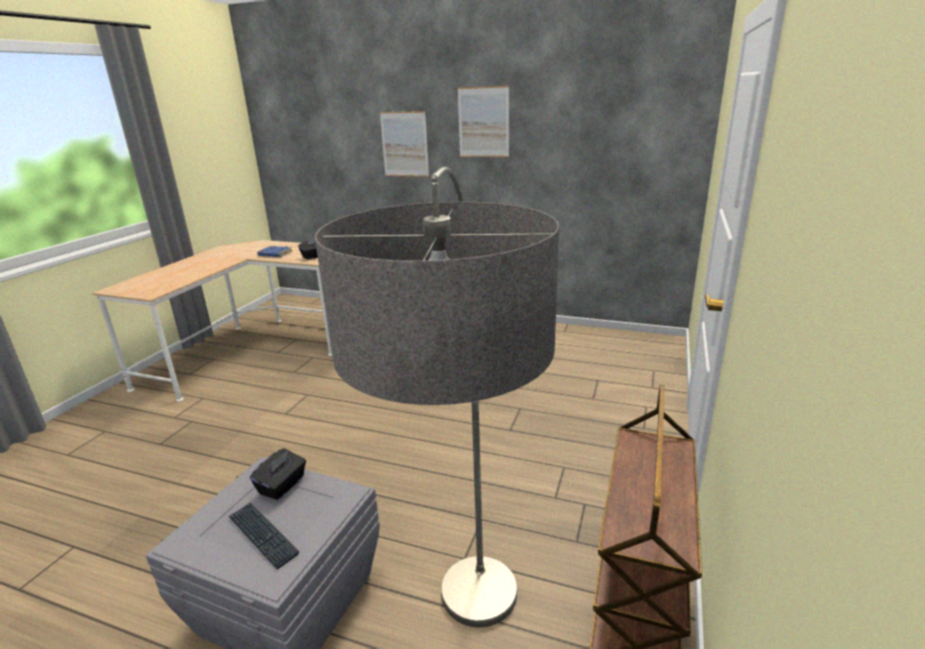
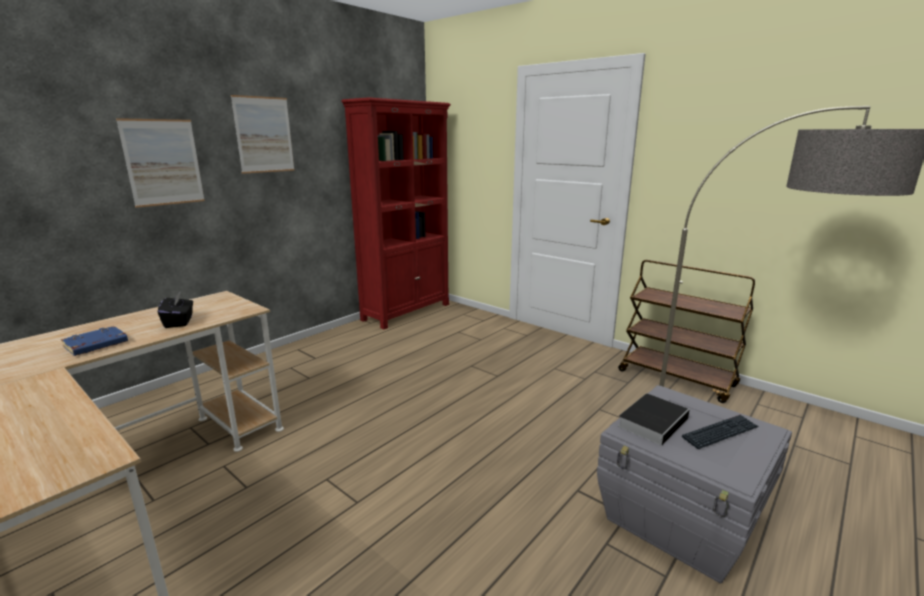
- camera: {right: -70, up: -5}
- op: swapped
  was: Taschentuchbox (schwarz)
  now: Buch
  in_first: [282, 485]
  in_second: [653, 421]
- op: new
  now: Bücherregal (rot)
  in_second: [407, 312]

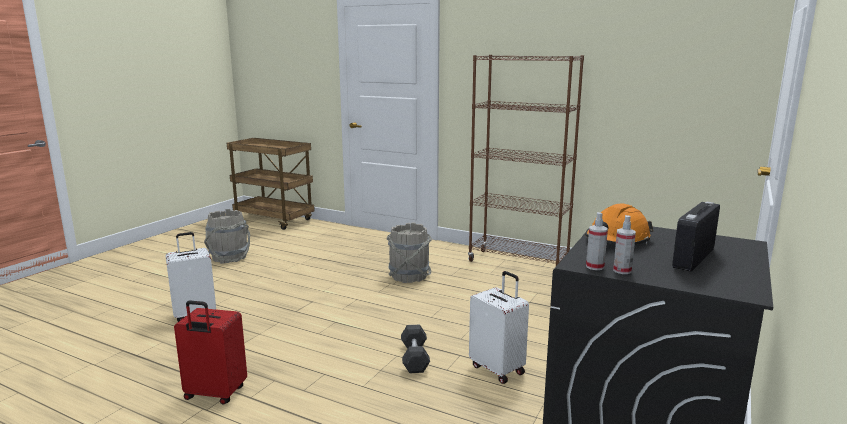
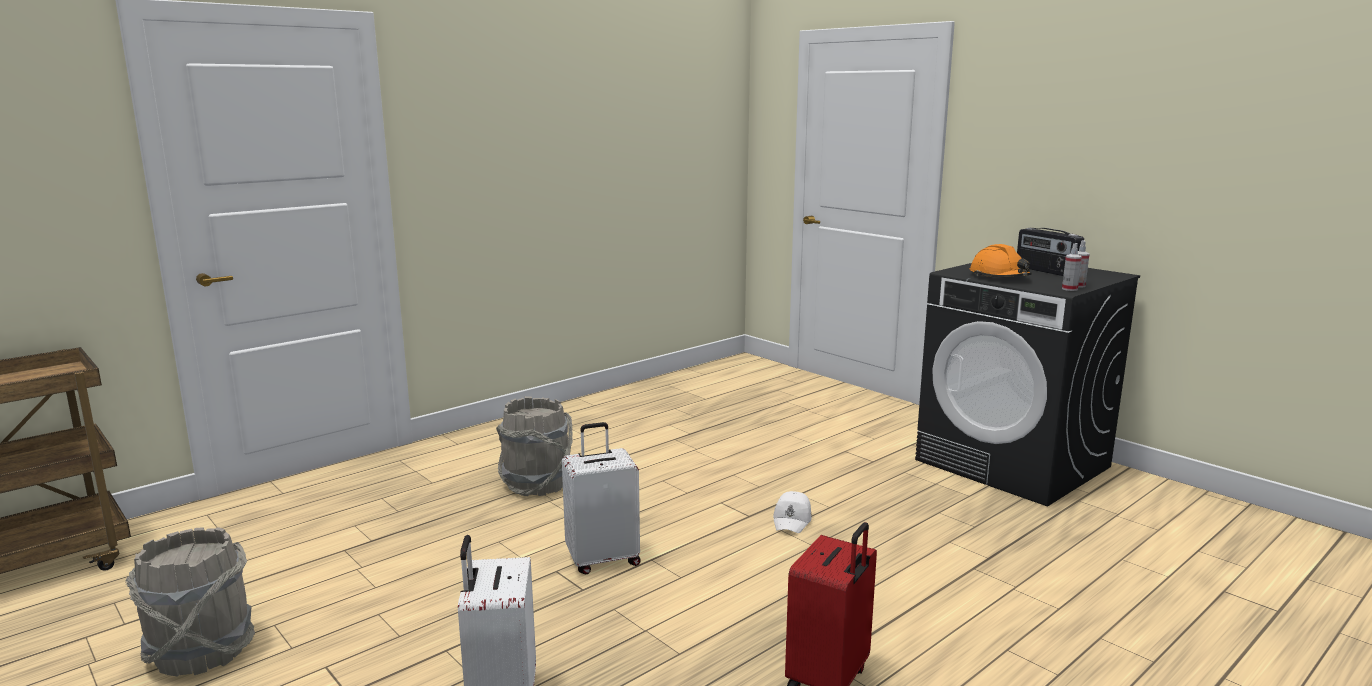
- camera: {right: -70, up: 0}
- op: gone
  was: Bücherregal (braun)
  in_first: [518, 263]
- op: shifted
  was: Koffer (weiß)
  in_first: [498, 369]
  in_second: [603, 559]
- op: swapped
  was: Hantel (grau)
  now: Kappe (weiß)
  in_first: [414, 358]
  in_second: [793, 520]

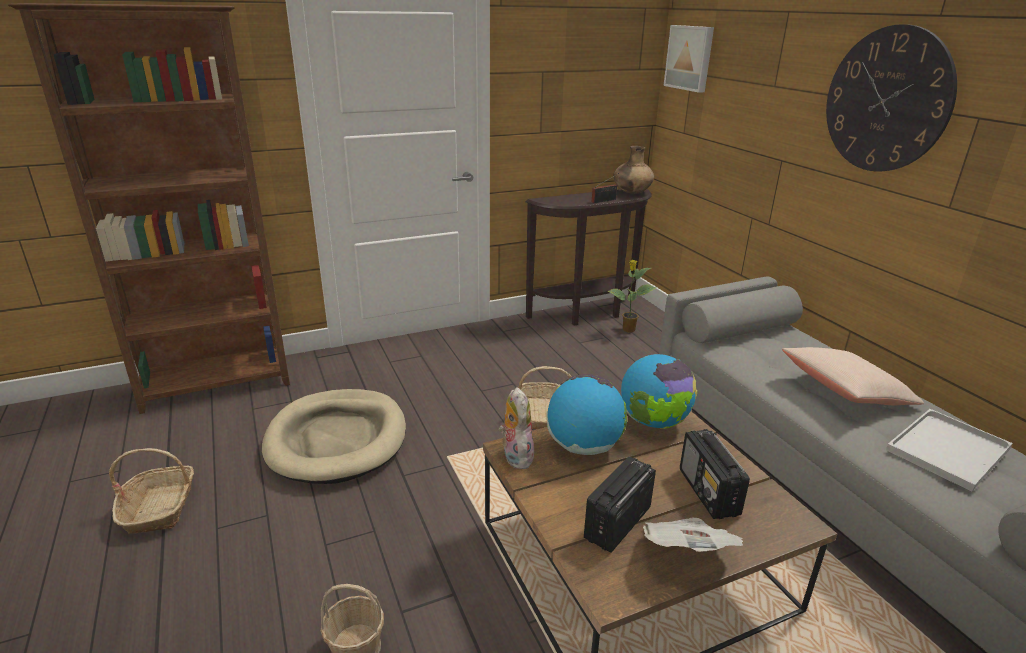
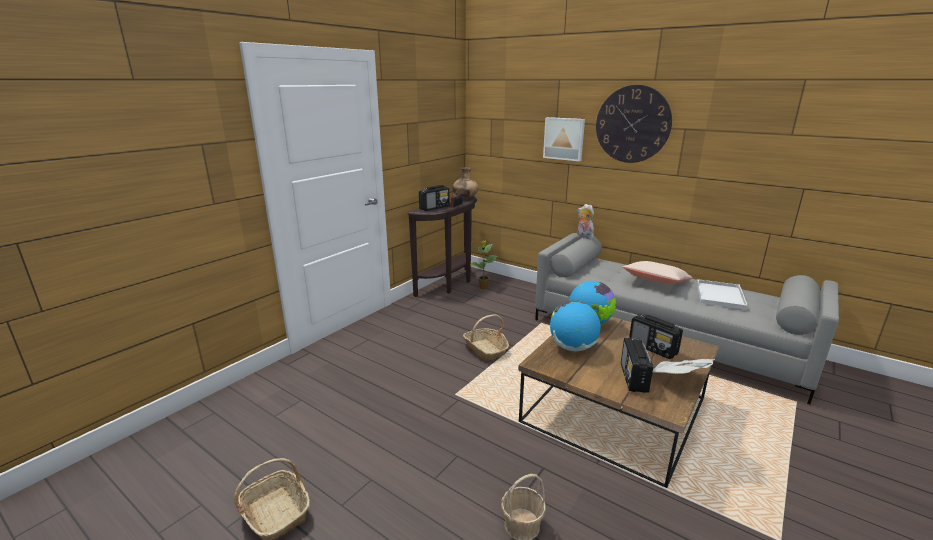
- camera: {right: -30, up: -5}
- op: gone
  was: Bücherregal (braun)
  in_first: [218, 385]
- op: shifted
  was: Bild
  in_first: [690, 58]
  in_second: [564, 138]
- op: shifted
  was: Plüschtier
  in_first: [515, 456]
  in_second: [583, 237]
- op: gone
  was: Hundebett (beige)
  in_first: [337, 439]
- op: new
  now: Radio
  in_second: [434, 207]

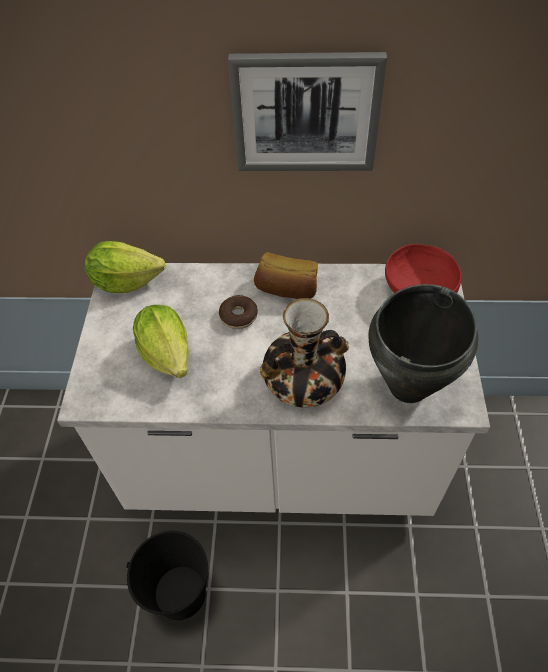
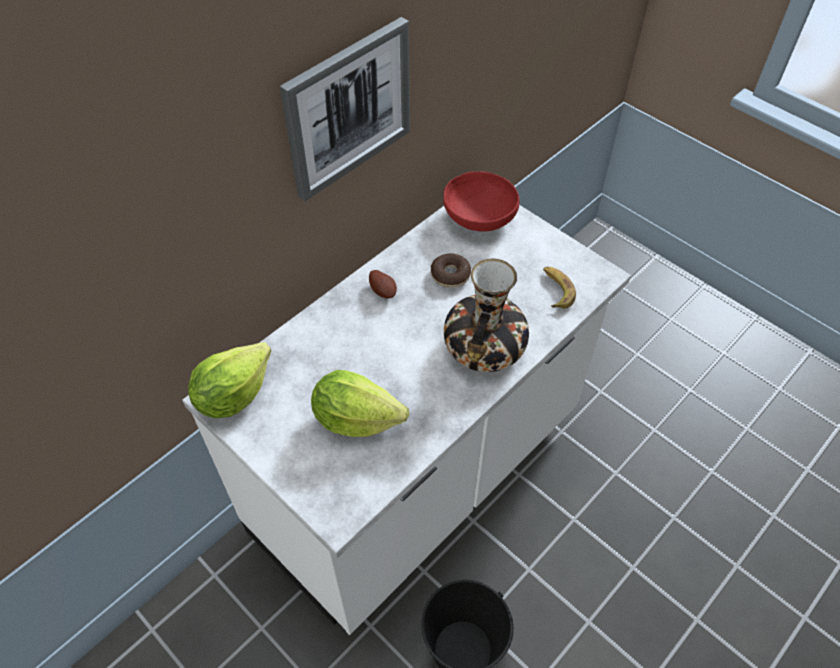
- camera: {right: -50, up: 0}
- op: swapped
  was: Brot
  now: Kartoffel
  in_first: [287, 289]
  in_second: [383, 291]
- op: swapped
  was: Kochtopf (schwarz)
  now: Banane
  in_first: [409, 386]
  in_second: [556, 290]
- op: shifted
  was: Donut
  in_first: [238, 316]
  in_second: [450, 275]

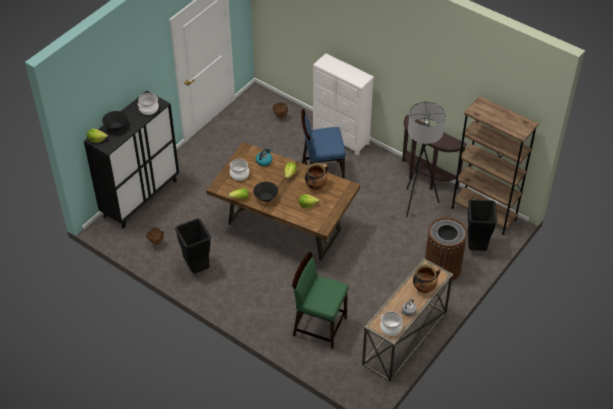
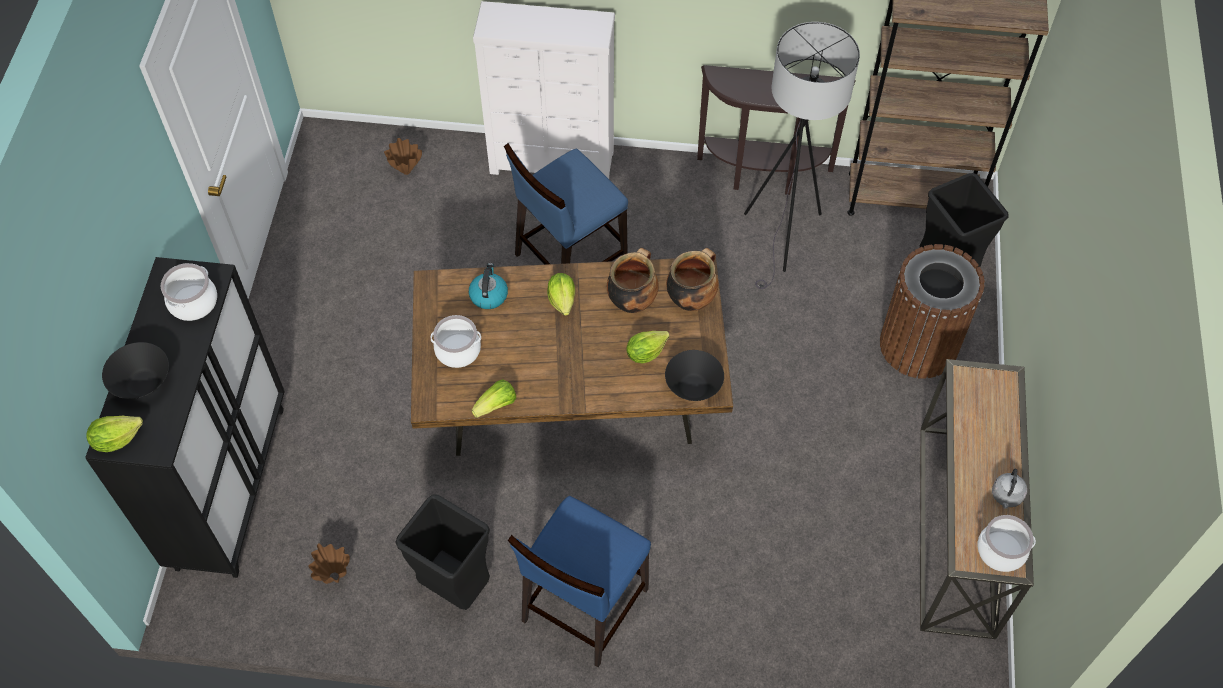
- camera: {right: -30, up: 10}
- op: shifted
  was: Schüssel (schwarz)
  in_first: [266, 197]
  in_second: [693, 387]
- op: gone
  was: Stuhl (grün)
  in_first: [319, 326]
- op: shifted
  was: Kochtopf
  in_first: [424, 288]
  in_second: [691, 298]
- op: new
  now: Stuhl (blau)
  in_second: [583, 605]

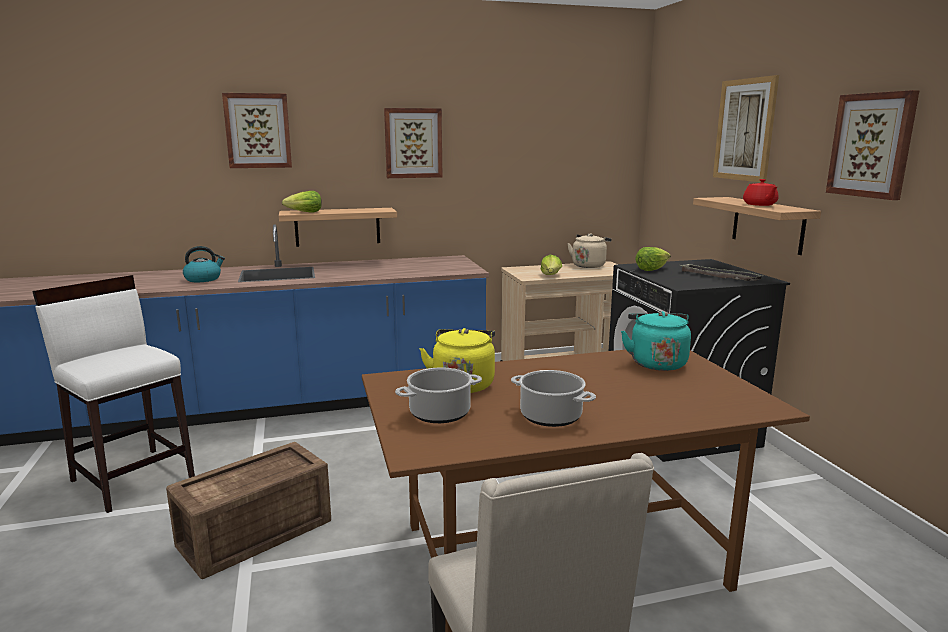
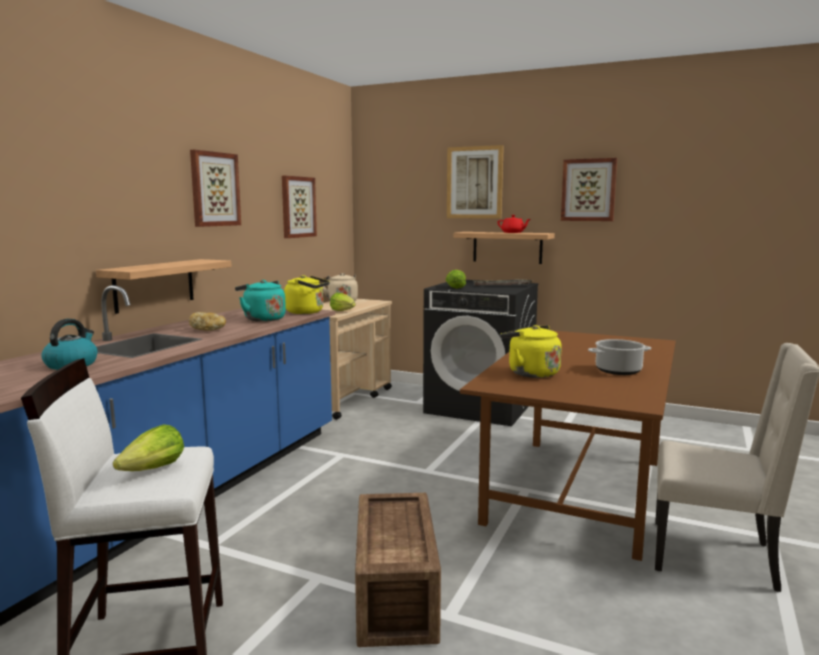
- camera: {right: -50, up: -5}
- op: shifted
  was: Bild
  in_first: [258, 131]
  in_second: [297, 207]
- op: shifted
  was: Salatkopf
  in_first: [304, 212]
  in_second: [154, 470]
- op: shifted
  was: Wasserkessel (türkis)
  in_first: [656, 362]
  in_second: [262, 319]
- op: gone
  was: Kochtopf
  in_first: [440, 413]
- op: new
  now: Wasserkessel (gelb)
  in_second: [307, 312]
- op: new
  now: Brot
  in_second: [208, 330]

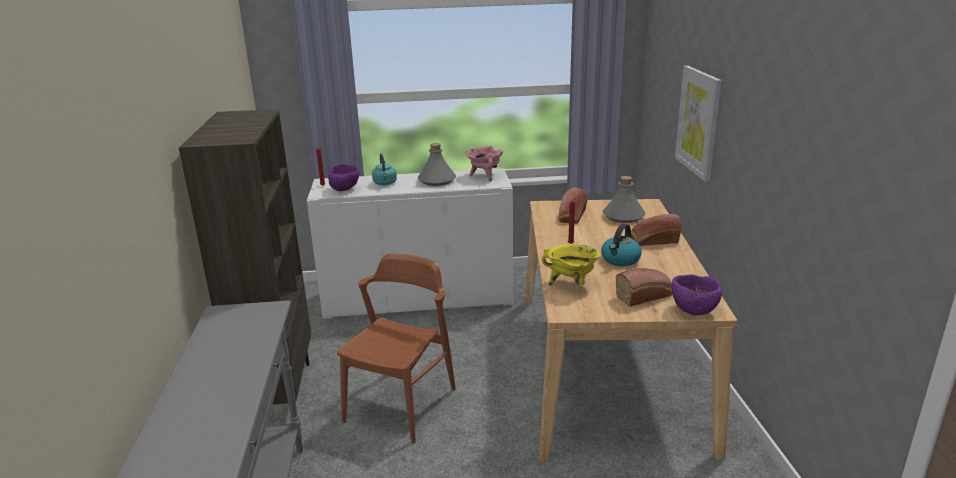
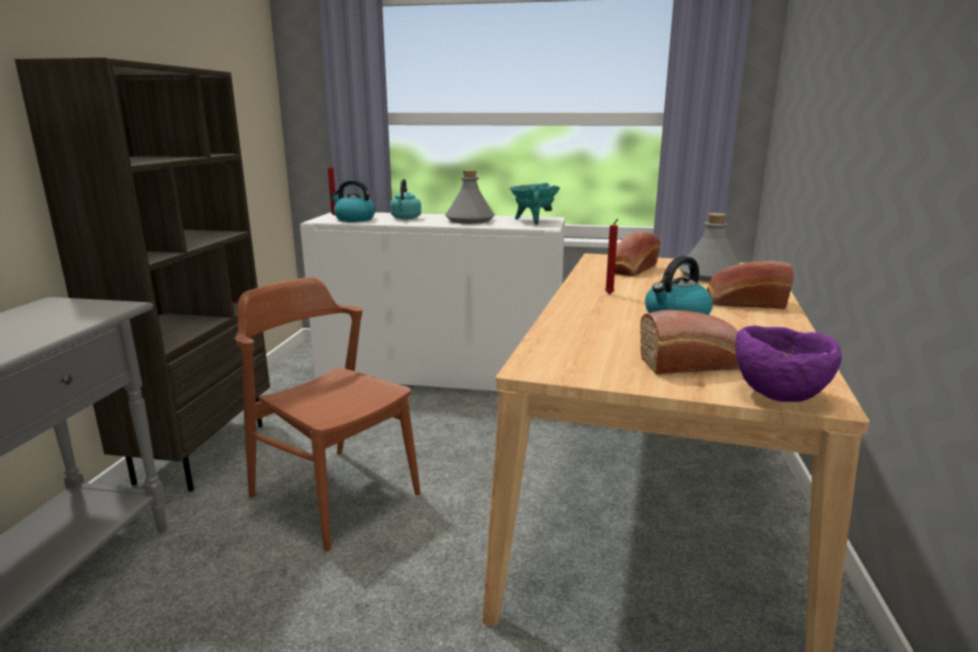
- camera: {right: 15, up: -5}
- op: gone
  was: Bild
  in_first: [698, 122]
- op: repainted
  was: Kochtopf (rosa)
  now: Kochtopf (türkis)
  in_first: [484, 176]
  in_second: [533, 221]
- op: swapped
  was: Schüssel (lila)
  now: Wasserkessel
  in_first: [345, 189]
  in_second: [354, 219]
- op: gone
  was: Kochtopf (gelb)
  in_first: [571, 285]
- op: rotated
  was: Stuhl (braun)
  in_first: [401, 404]
  in_second: [334, 494]
  clockwise: -90

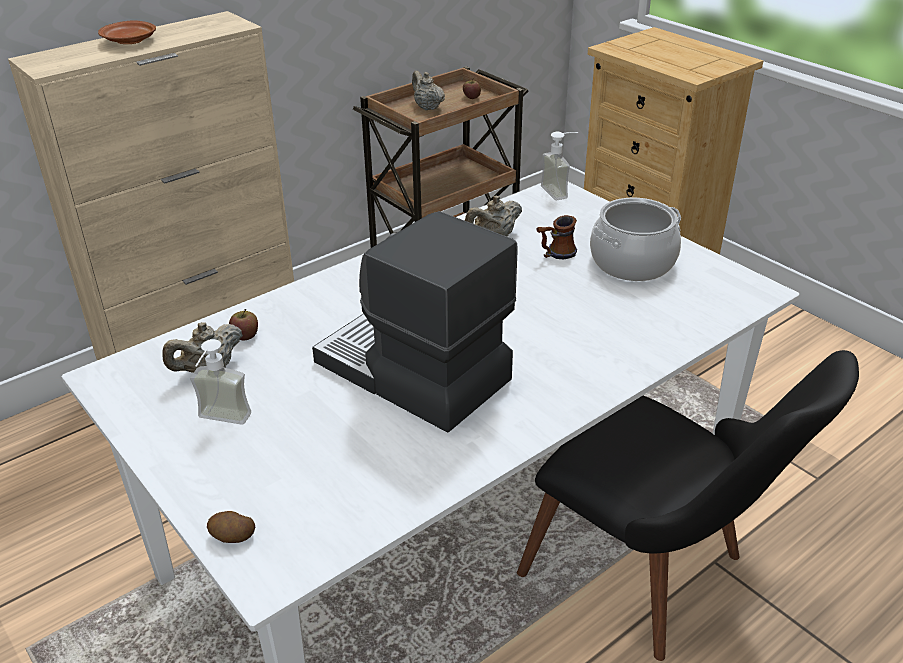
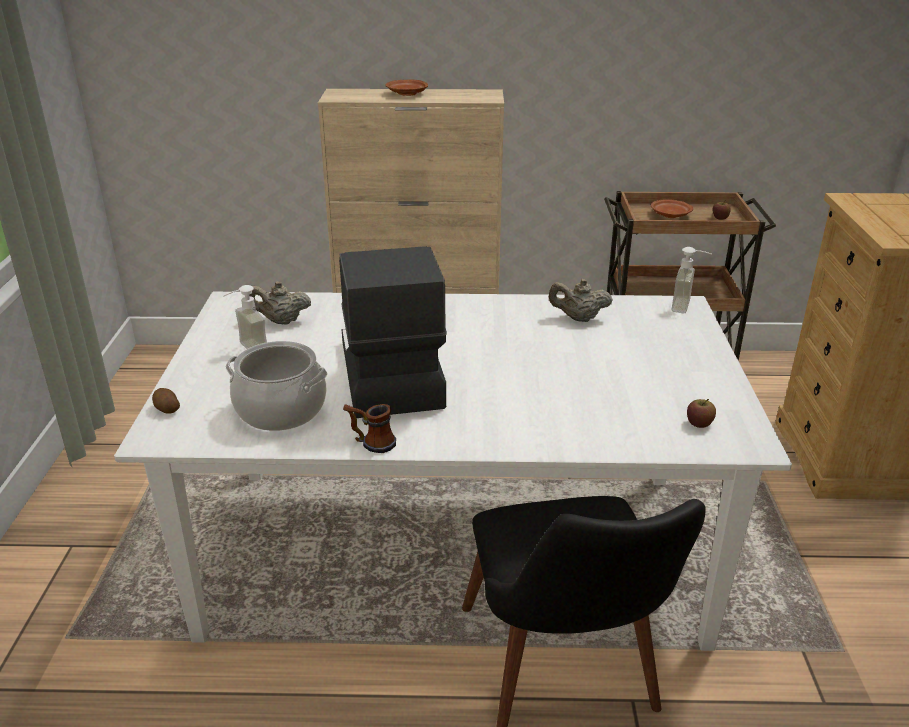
- camera: {right: 40, up: -5}
- op: swapped
  was: Teekanne (beige)
  now: Teller (braun)
  in_first: [427, 107]
  in_second: [670, 215]
- op: shifted
  was: Kochtopf
  in_first: [632, 262]
  in_second: [281, 409]
- op: shifted
  was: Henkelbecher
  in_first: [555, 254]
  in_second: [370, 443]
- op: shifted
  was: Apfel
  in_first: [245, 335]
  in_second: [699, 423]

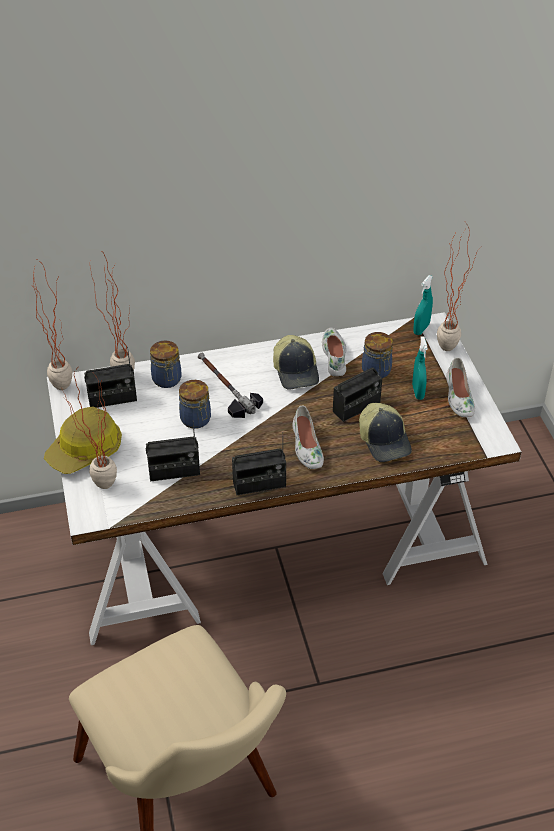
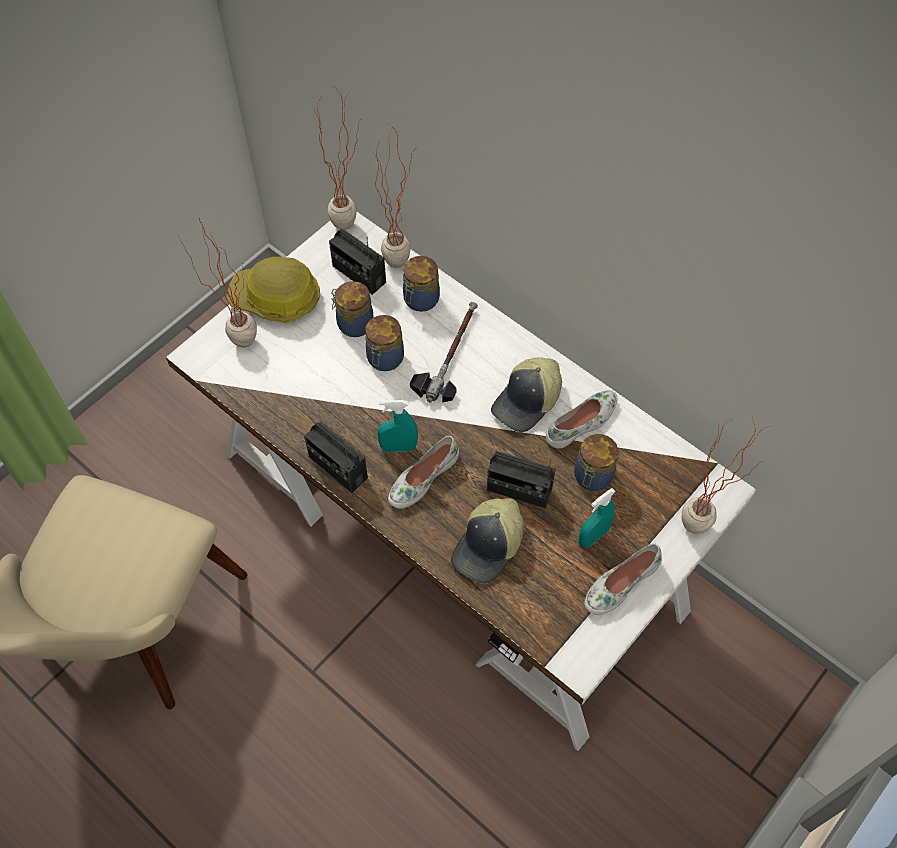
- camera: {right: 55, up: 15}
- op: shifted
  was: Sprühflasche (türkis)
  in_first: [421, 329]
  in_second: [398, 447]
- op: gone
  was: Radio
  in_first: [174, 471]
- op: new
  now: Vorratsglas
  in_second: [354, 323]

